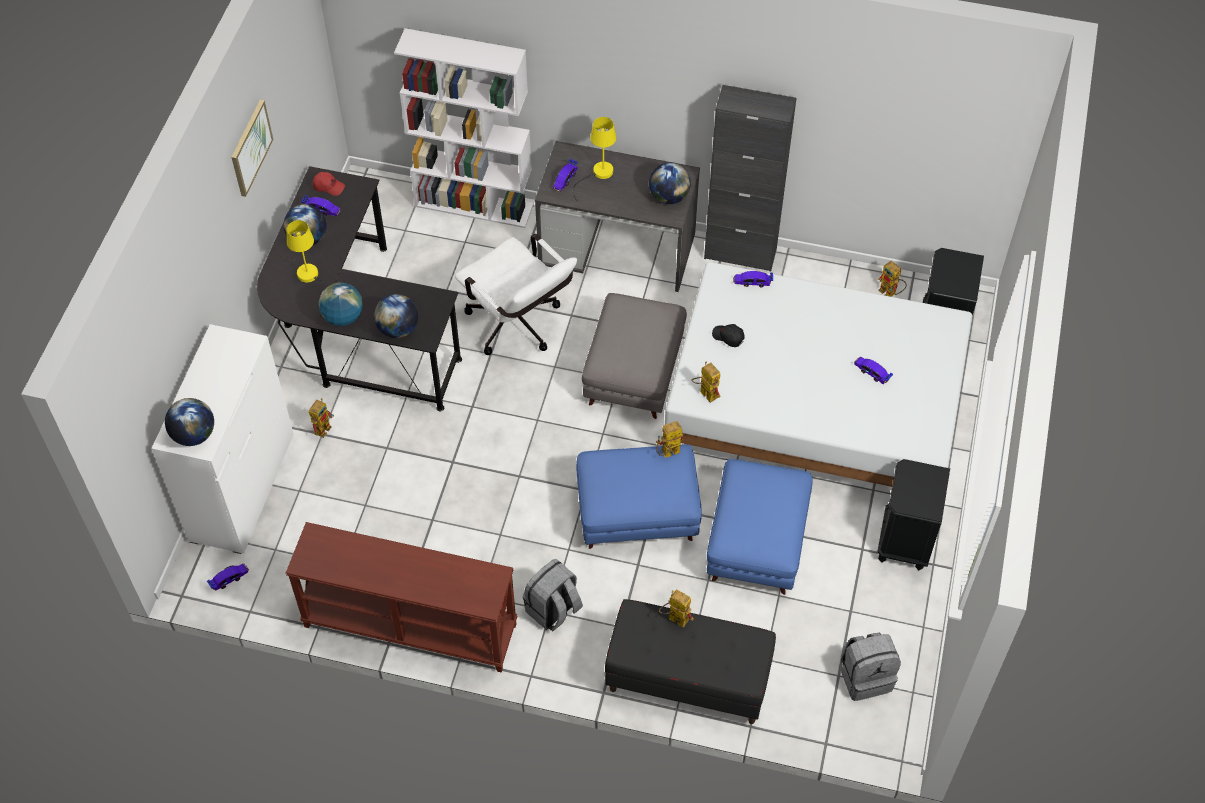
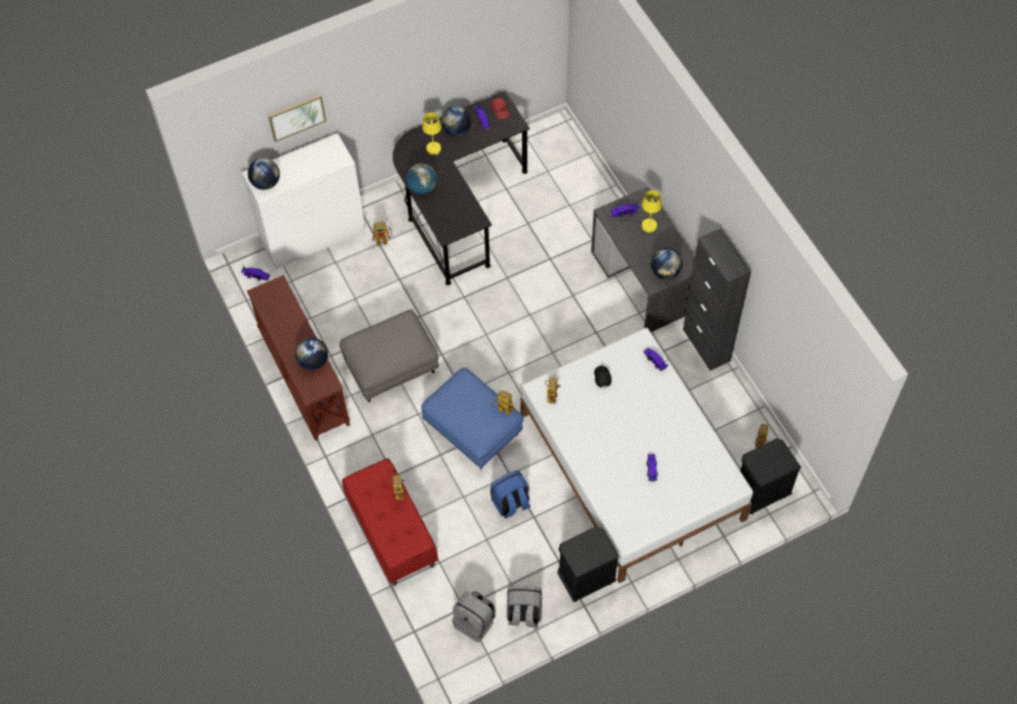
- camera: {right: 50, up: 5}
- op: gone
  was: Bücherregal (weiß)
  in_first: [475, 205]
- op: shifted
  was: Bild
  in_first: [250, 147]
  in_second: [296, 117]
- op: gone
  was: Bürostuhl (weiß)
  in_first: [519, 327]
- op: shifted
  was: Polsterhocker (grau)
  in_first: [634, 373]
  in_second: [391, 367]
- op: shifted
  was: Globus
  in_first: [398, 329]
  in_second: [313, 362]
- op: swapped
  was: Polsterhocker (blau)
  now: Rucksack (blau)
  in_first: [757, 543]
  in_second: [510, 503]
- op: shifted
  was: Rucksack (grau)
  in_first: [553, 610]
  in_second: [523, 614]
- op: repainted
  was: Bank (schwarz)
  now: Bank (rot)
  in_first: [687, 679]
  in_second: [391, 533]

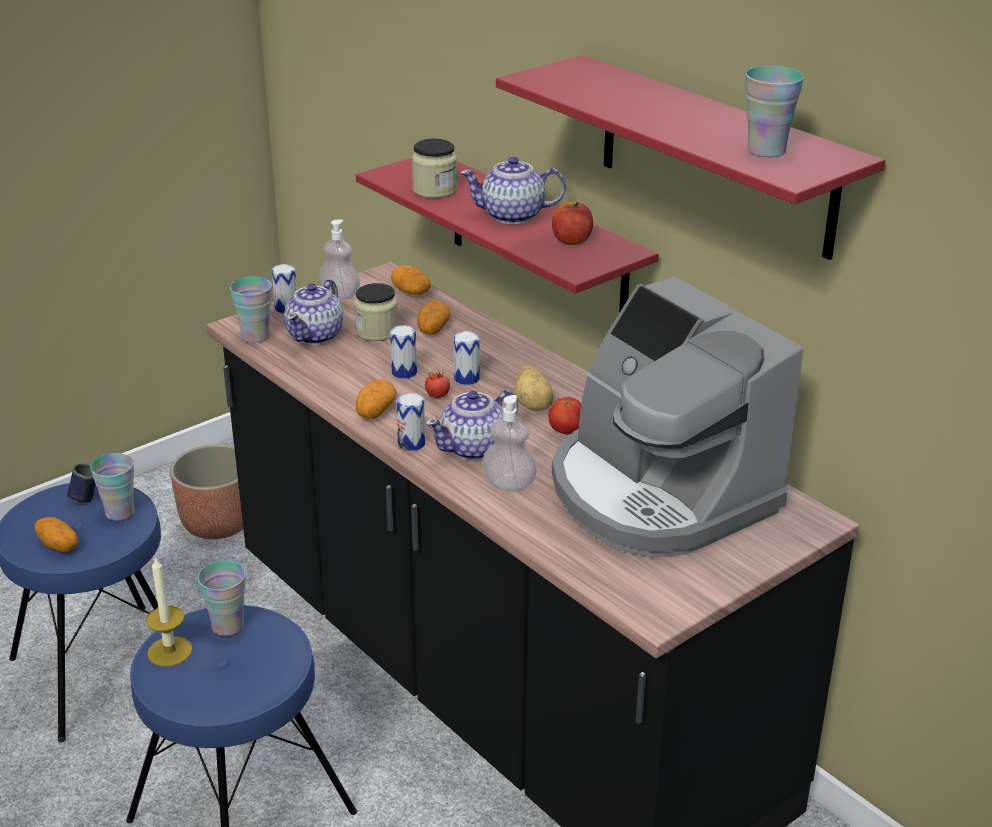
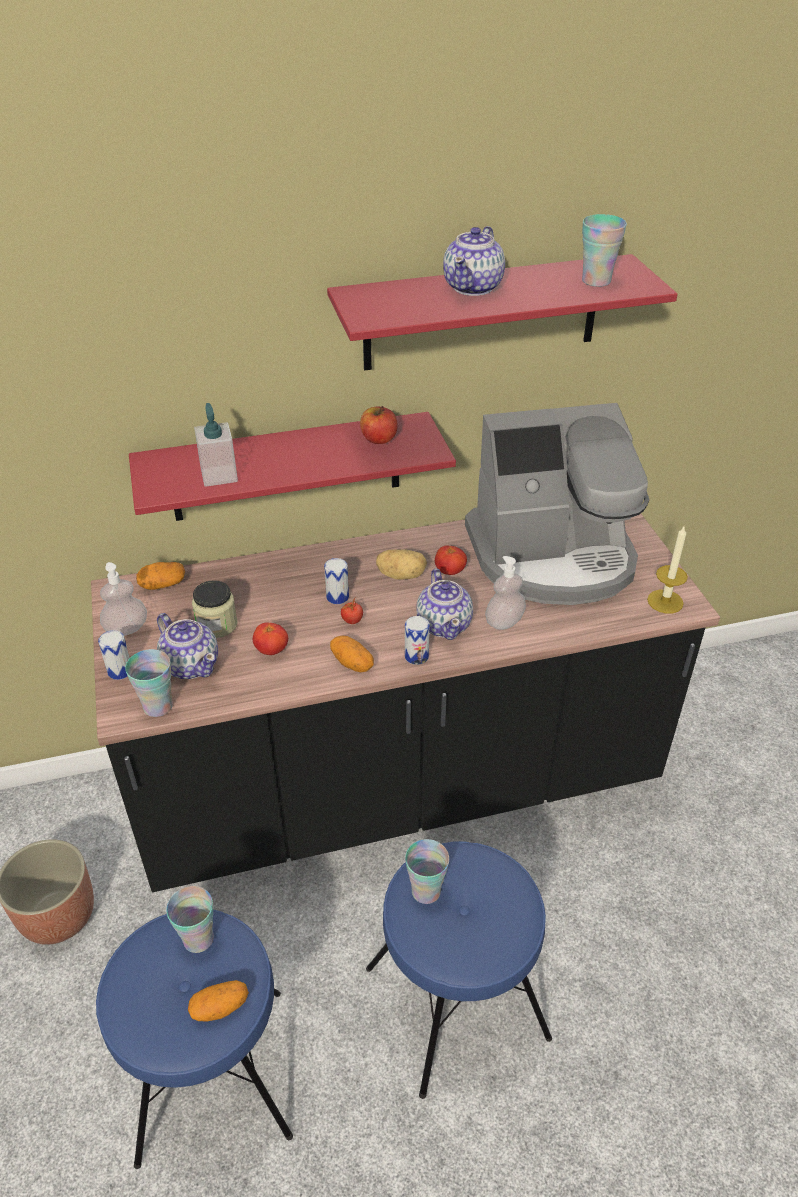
- camera: {right: -65, up: 10}
- op: swapped
  was: Vorratsglas
  now: Seifenspender
  in_first: [435, 190]
  in_second: [219, 475]
- op: shifted
  was: Teekanne
  in_first: [513, 216]
  in_second: [473, 287]
- op: gone
  was: Kartoffel
  in_first: [433, 329]
- op: gone
  was: Dose
  in_first: [404, 372]
- op: gone
  was: Henkelbecher (blau)
  in_first: [85, 496]
- op: shifted
  was: Kerze
  in_first: [170, 651]
  in_second: [665, 601]
- op: new
  now: Tomate
  in_second: [271, 650]

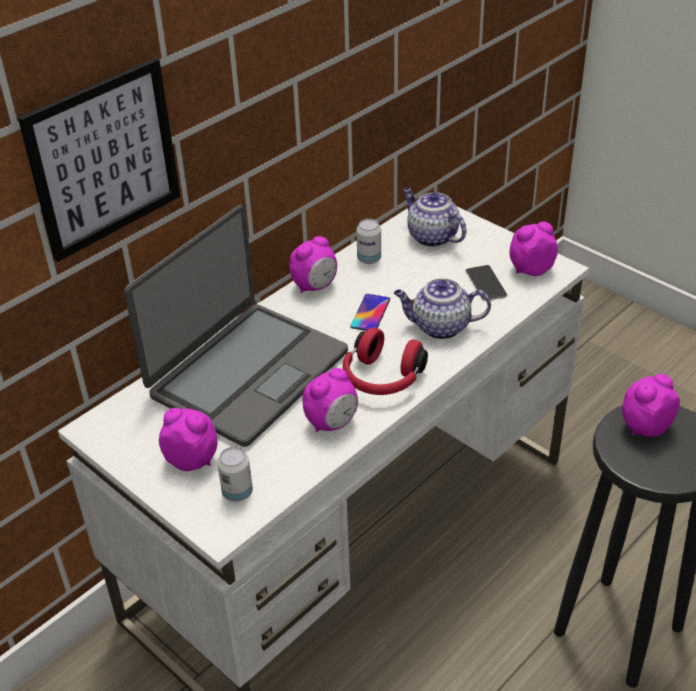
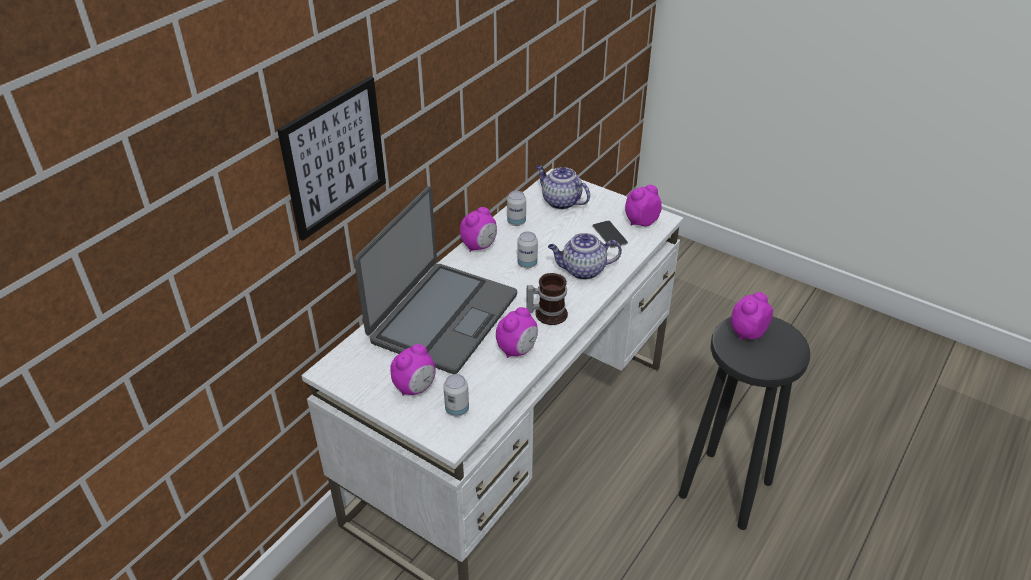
- camera: {right: -10, up: 0}
- op: swapped
  was: Handy
  now: Dose
  in_first: [370, 313]
  in_second: [527, 264]
- op: swapped
  was: Kopfhörer (rot)
  now: Henkelbecher
  in_first: [382, 379]
  in_second: [547, 313]
- op: rotated
  was: Wecker
  in_first: [192, 459]
  in_second: [415, 387]
  clockwise: 120

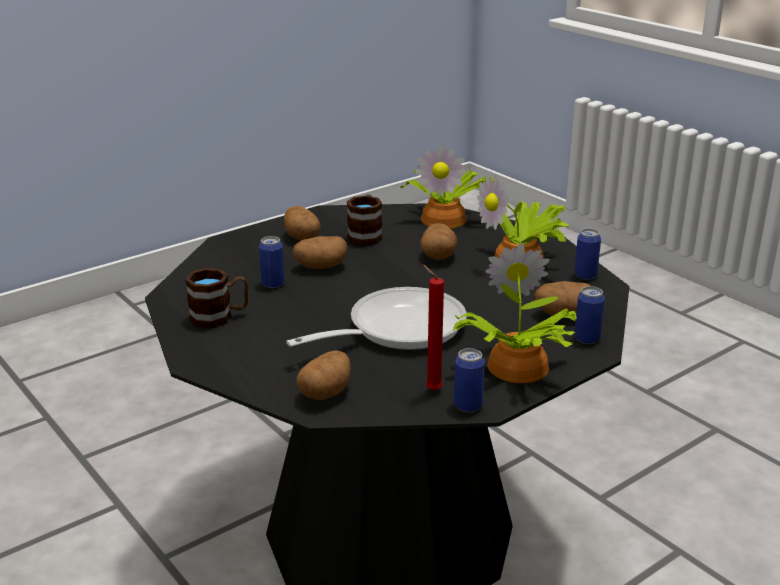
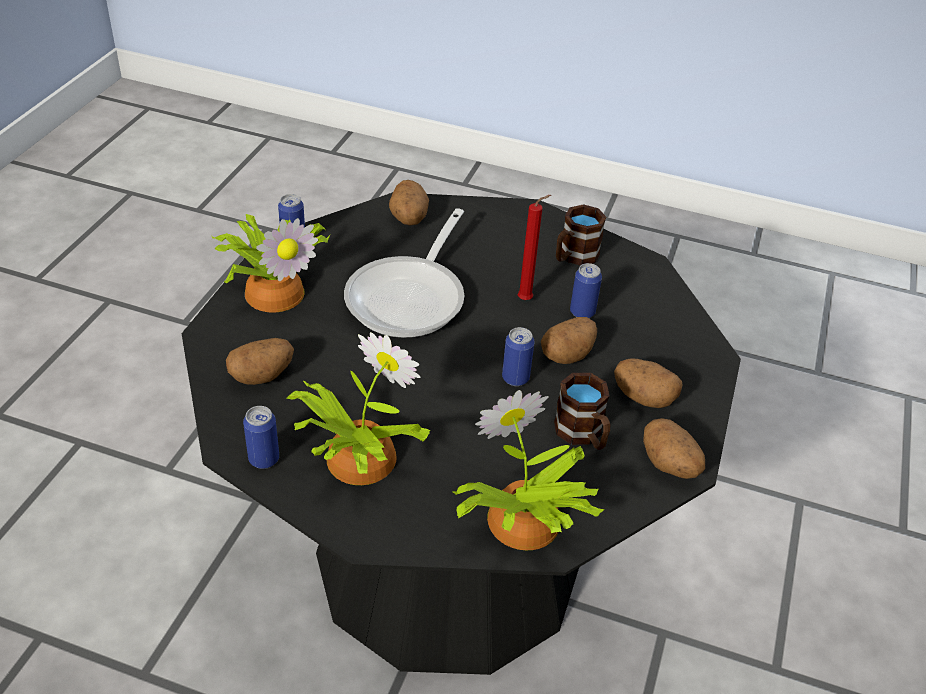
- camera: {right: 145, up: 15}
- op: shifted
  was: Kartoffel
  in_first: [438, 256]
  in_second: [670, 465]
- op: shifted
  was: Kerze (rot)
  in_first: [431, 390]
  in_second: [527, 300]
- op: shifted
  was: Dose
  in_first: [587, 338]
  in_second: [515, 378]

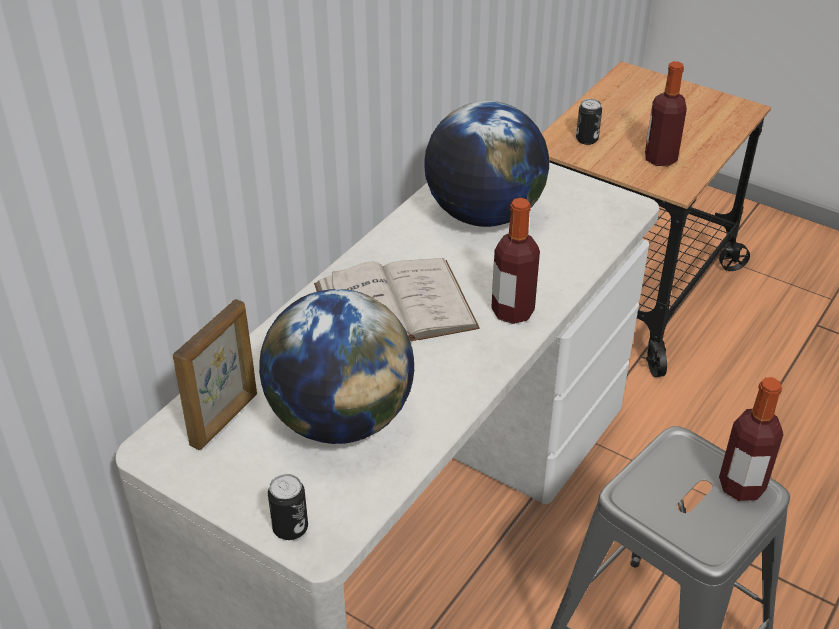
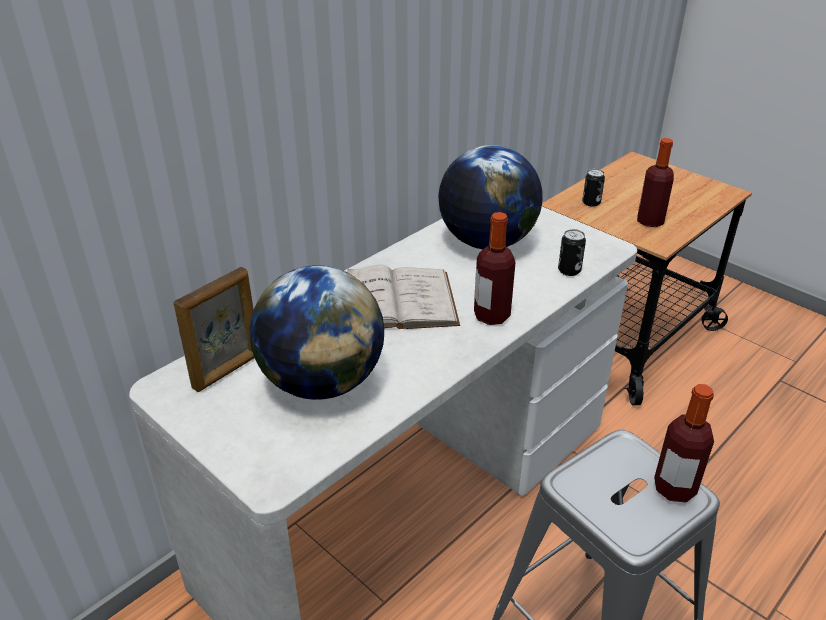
- camera: {right: 10, up: -5}
- op: shifted
  was: Dose
  in_first: [290, 528]
  in_second: [569, 270]

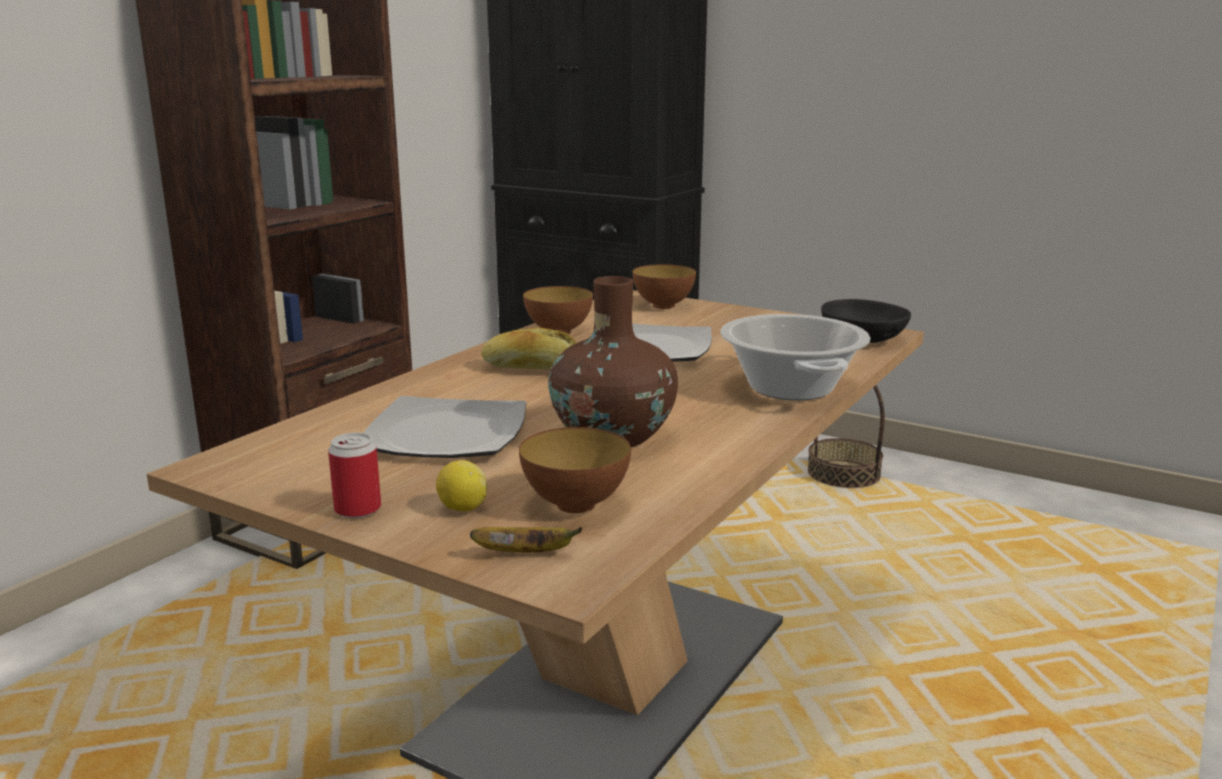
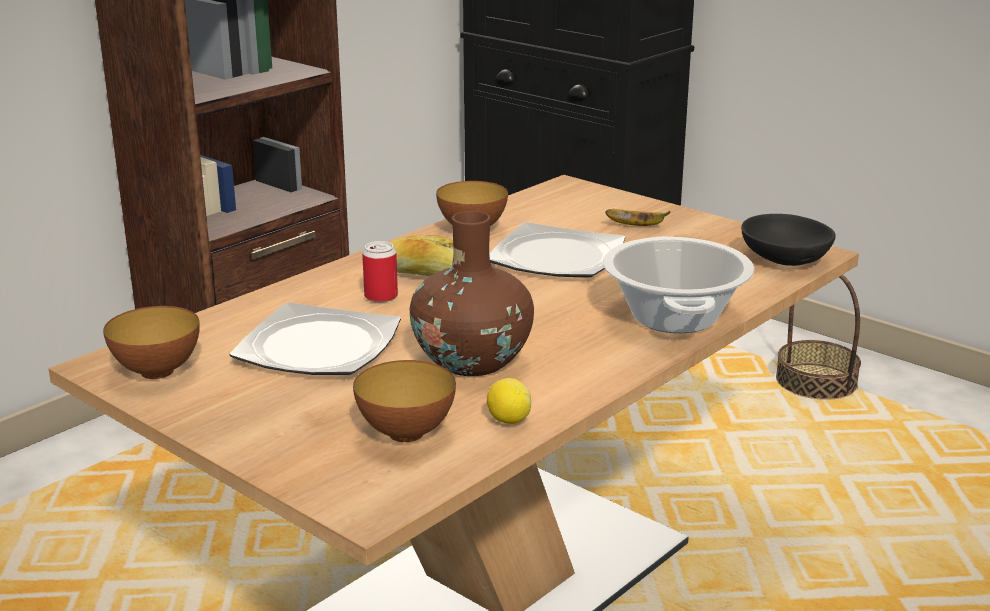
- camera: {right: 10, up: 5}
- op: shifted
  was: Schüssel
  in_first: [663, 306]
  in_second: [157, 371]
- op: shifted
  was: Dose
  in_first: [358, 509]
  in_second: [381, 297]
- op: shifted
  was: Zitrone
  in_first: [462, 508]
  in_second: [508, 420]
- op: shifted
  was: Banane
  in_first: [526, 554]
  in_second: [636, 226]

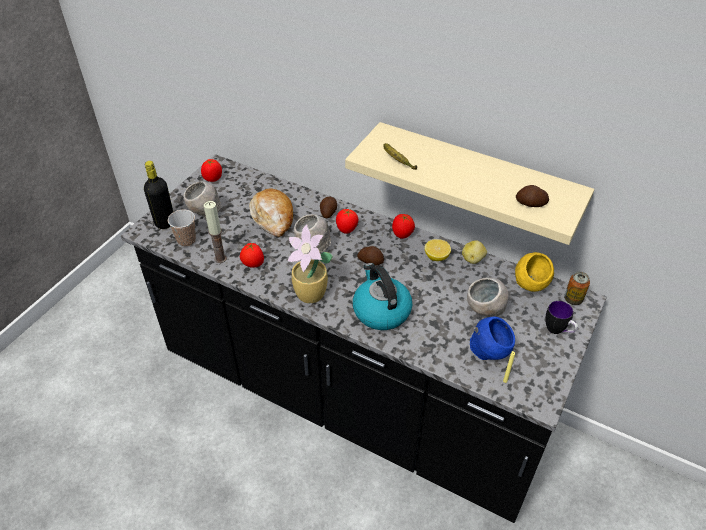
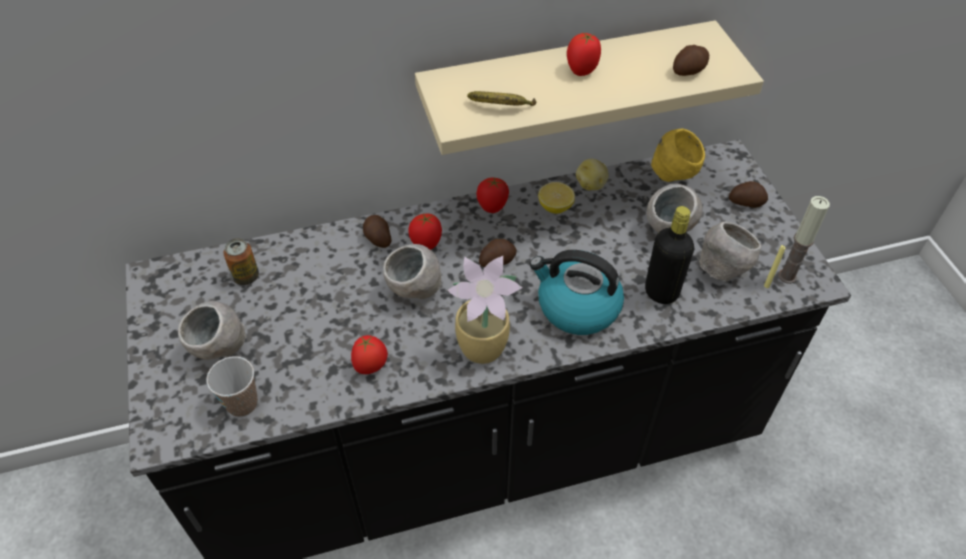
- camera: {right: -45, up: 5}
- op: shifted
  was: Tomate
  in_first: [213, 179]
  in_second: [582, 70]
- op: shifted
  was: Flasche (schwarz)
  in_first: [165, 222]
  in_second: [661, 292]
- op: gone
  was: Brot
  in_first: [273, 217]
- op: shifted
  was: Kerze
  in_first: [220, 258]
  in_second: [787, 276]
- op: shifted
  was: Dose
  in_first: [573, 299]
  in_second: [246, 277]
- op: swapped
  was: Henkelbecher
  now: Kartoffel
  in_first: [558, 331]
  in_second: [746, 202]
- op: repainted
  was: Schüssel (blau)
  now: Schüssel (grau)
  in_first: [488, 353]
  in_second: [722, 270]

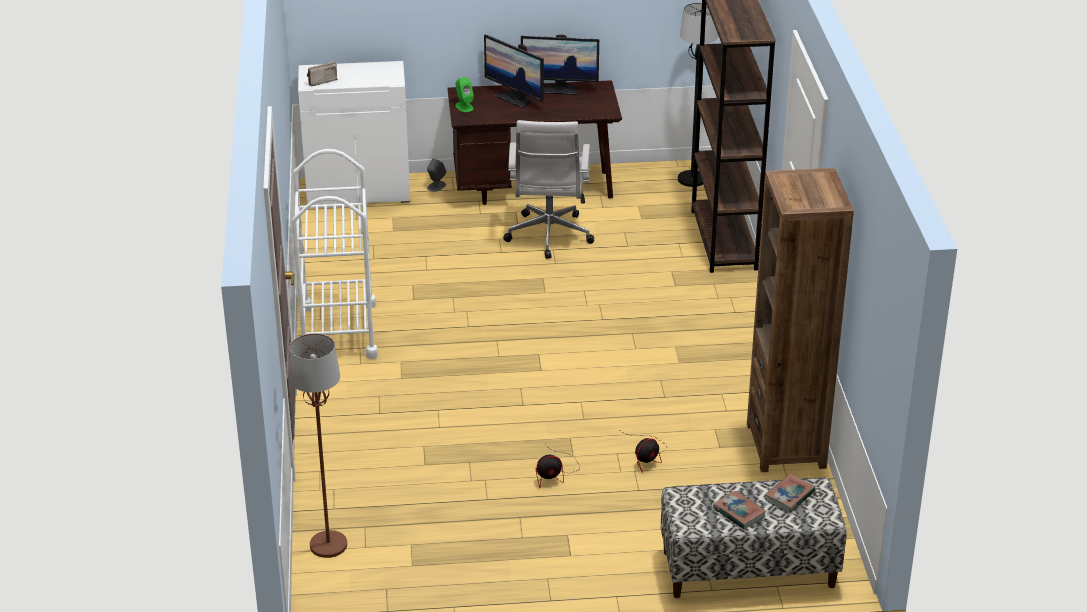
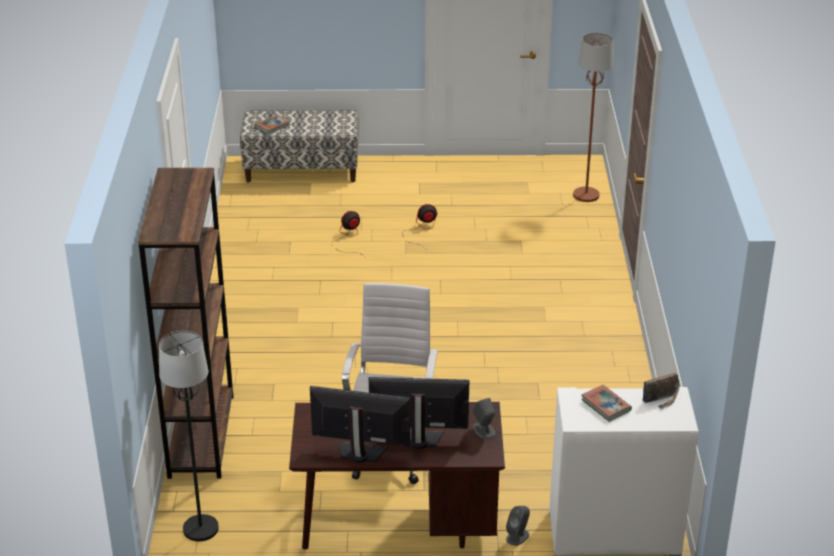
- camera: {right: -175, up: 0}
- op: rotated
  was: Monitor
  in_first: [515, 99]
  in_second: [418, 440]
  clockwise: -45
- op: repainted
  was: Lautsprecher (grün)
  now: Lautsprecher (grau)
  in_first: [464, 106]
  in_second: [484, 430]
- op: gone
  was: Rollwagen (weiß)
  in_first: [338, 331]
- op: gone
  was: Bücherregal (braun)
  in_first: [786, 446]
- op: shifted
  was: Buch
  in_first: [739, 513]
  in_second: [606, 405]

